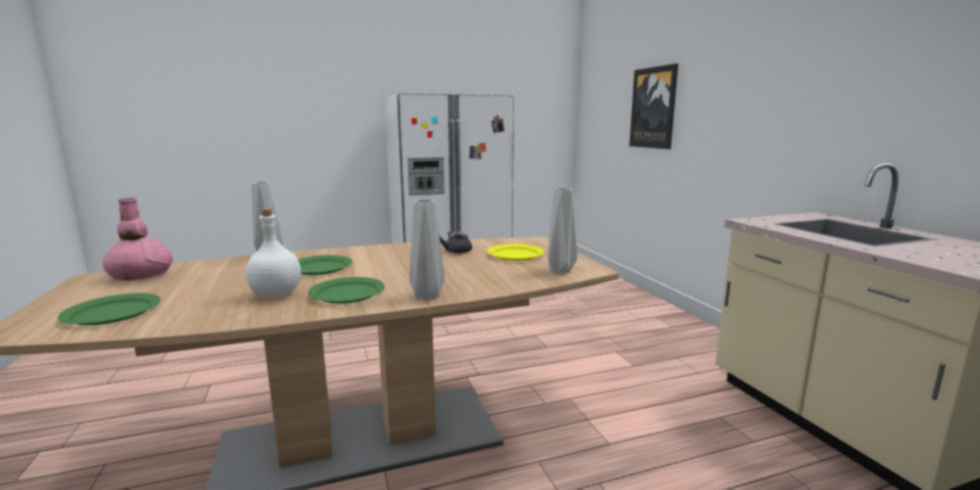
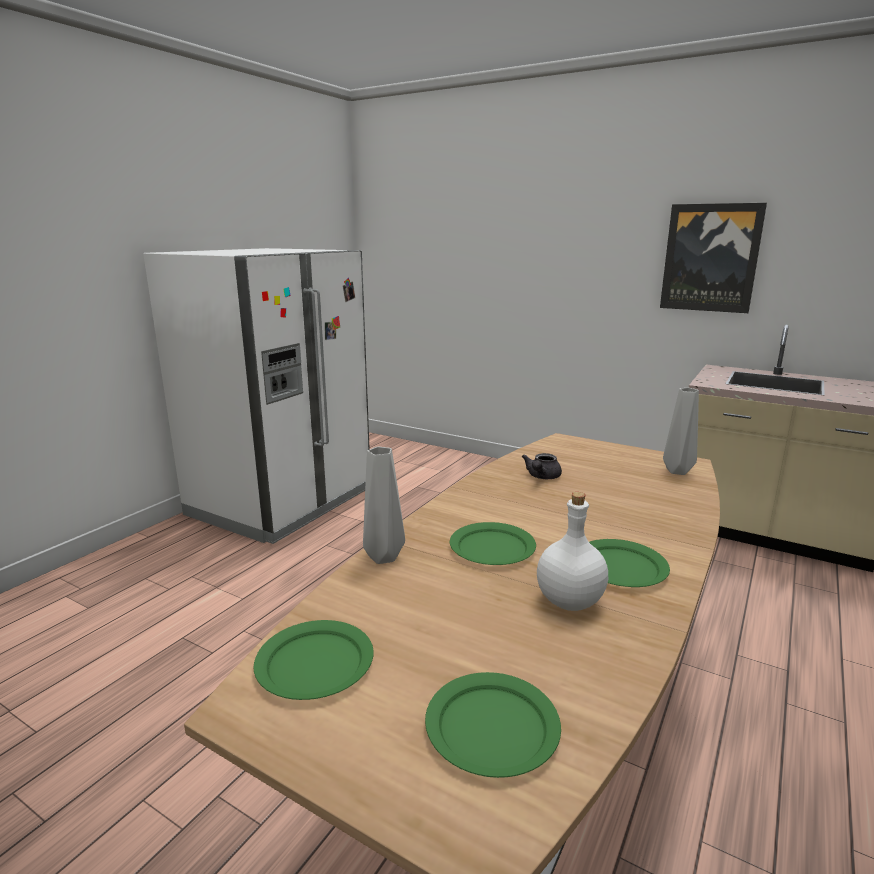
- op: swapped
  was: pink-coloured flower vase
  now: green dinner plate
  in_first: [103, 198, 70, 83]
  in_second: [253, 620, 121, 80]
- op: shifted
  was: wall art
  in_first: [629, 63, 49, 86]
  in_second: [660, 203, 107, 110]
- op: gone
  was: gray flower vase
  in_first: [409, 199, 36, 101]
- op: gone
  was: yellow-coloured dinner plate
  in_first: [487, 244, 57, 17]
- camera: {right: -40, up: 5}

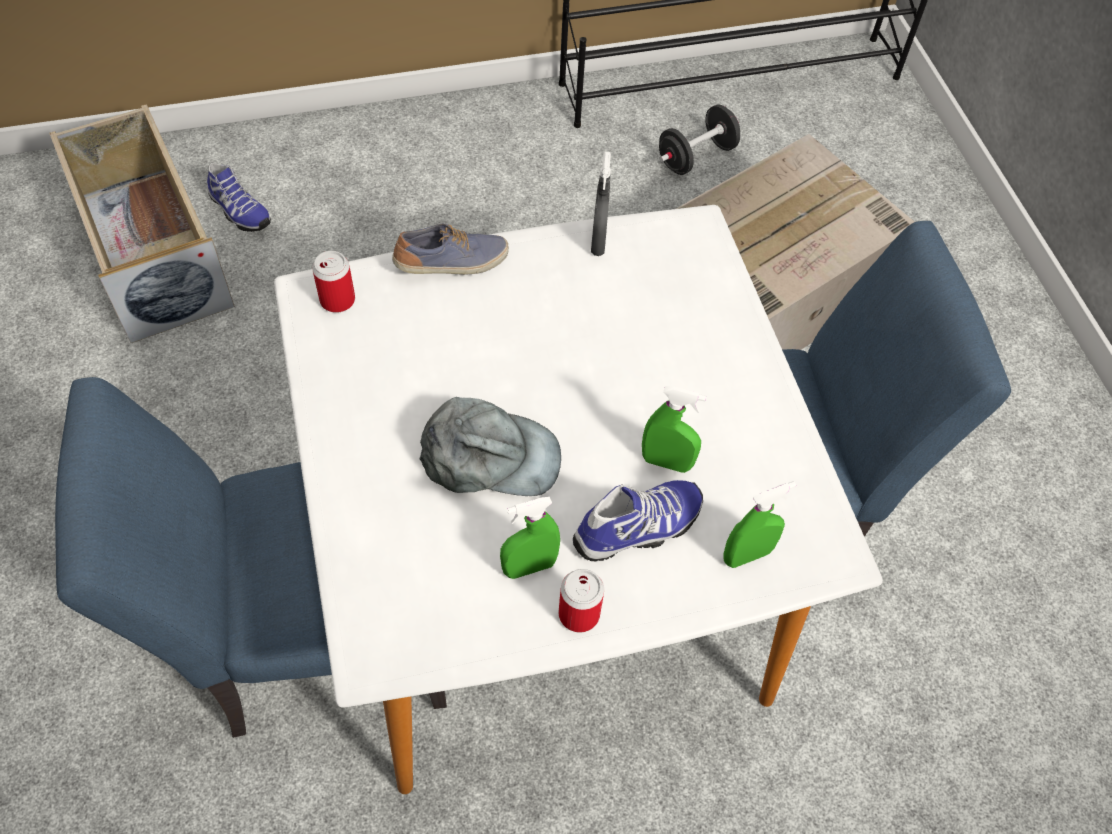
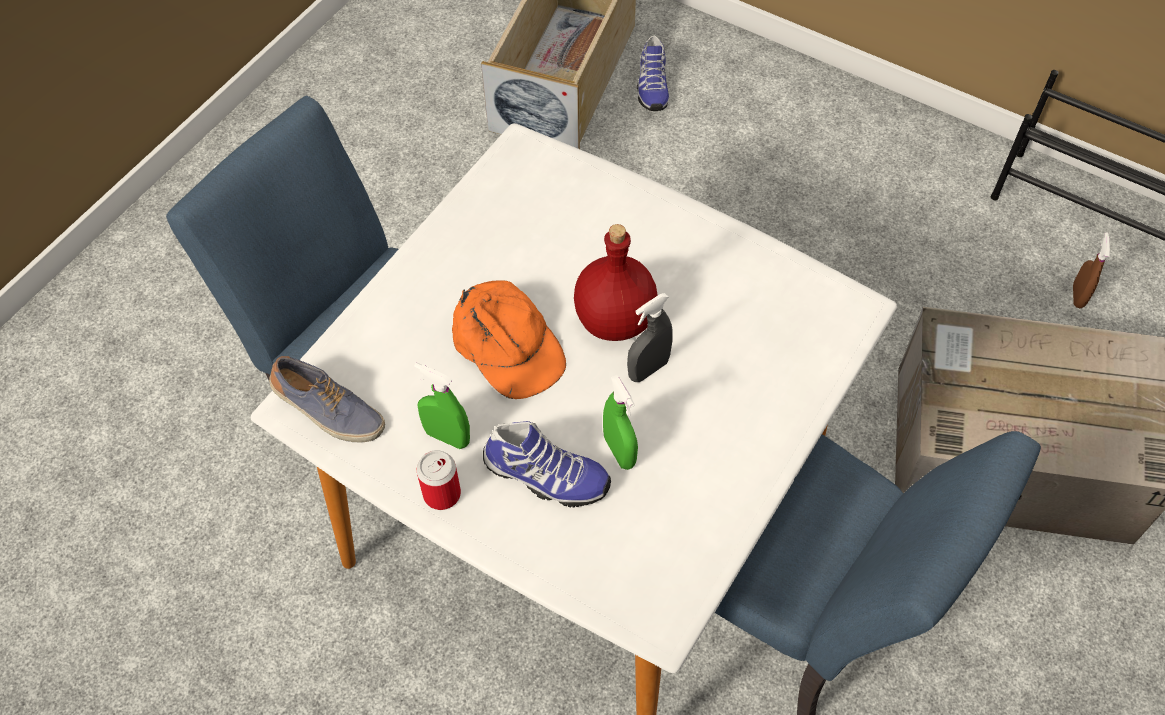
- op: shifted
  was: shoe
  in_first: [392, 224, 117, 51]
  in_second: [269, 356, 116, 87]
- op: repainted
  was: gray peaked cap
  now: orangey peaked cap
  in_first: [420, 397, 141, 99]
  in_second: [452, 280, 114, 119]
- op: new
  now: red-coloured bottle
  in_second: [574, 224, 84, 117]
- op: shifted
  was: gray hand sprayer
  in_first: [591, 151, 20, 105]
  in_second: [627, 293, 46, 89]
- op: swapped
  was: black-coloured hand weight
  now: brown hand sprayer
  in_first: [659, 104, 81, 71]
  in_second: [1073, 232, 37, 76]
- op: gone
  was: can
  in_first: [312, 251, 43, 62]
- op: gone
  was: green hand sprayer
  in_first: [723, 481, 73, 87]
- camera: {right: 50, up: 0}

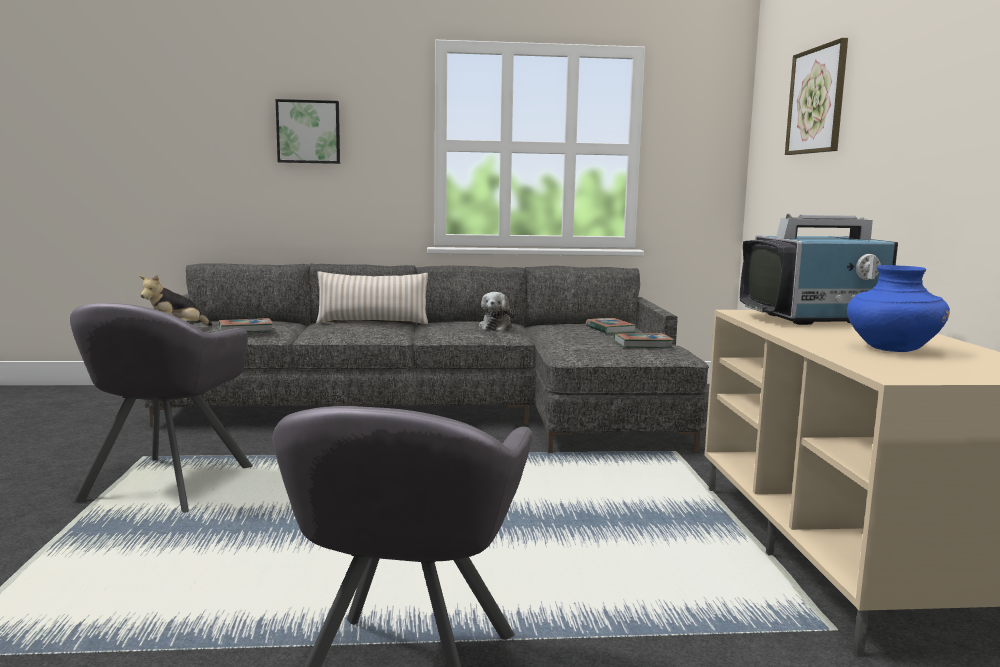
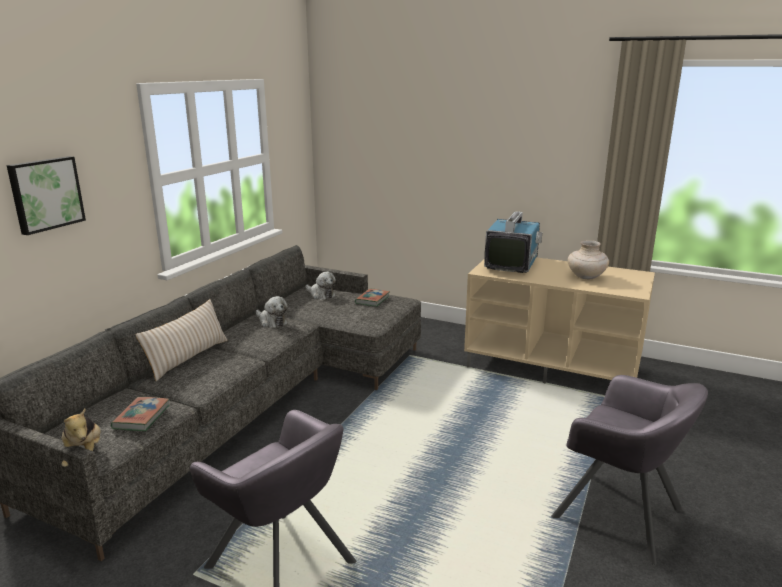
- op: swapped
  was: volume
  now: plush toy
  in_first: [586, 318, 51, 16]
  in_second: [306, 272, 30, 28]
- op: repainted
  was: blue flower vase
  now: beige flower vase
  in_first: [847, 265, 103, 87]
  in_second: [568, 240, 41, 39]
- op: gone
  was: wall art
  in_first: [785, 38, 63, 117]
- camera: {right: -60, up: 10}

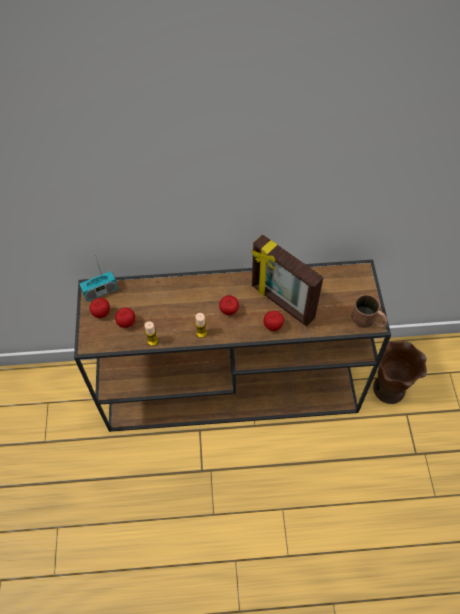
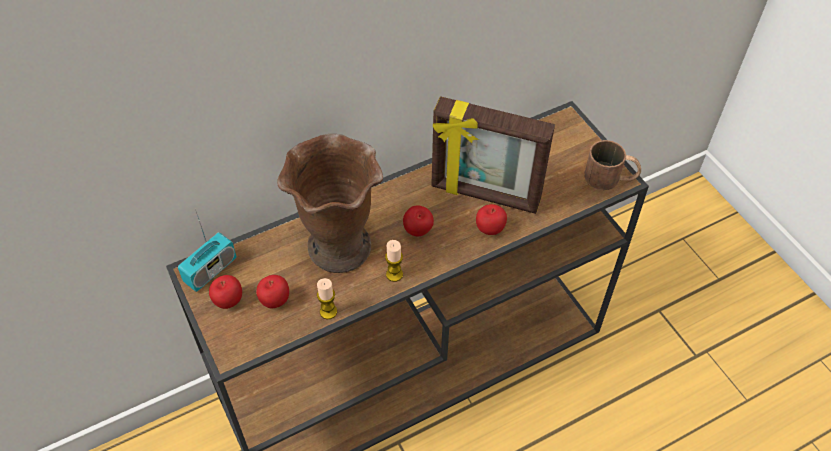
- op: shifted
  was: brown flower vase
  in_first: [373, 341, 54, 63]
  in_second: [277, 134, 106, 139]
- camera: {right: -25, up: -5}

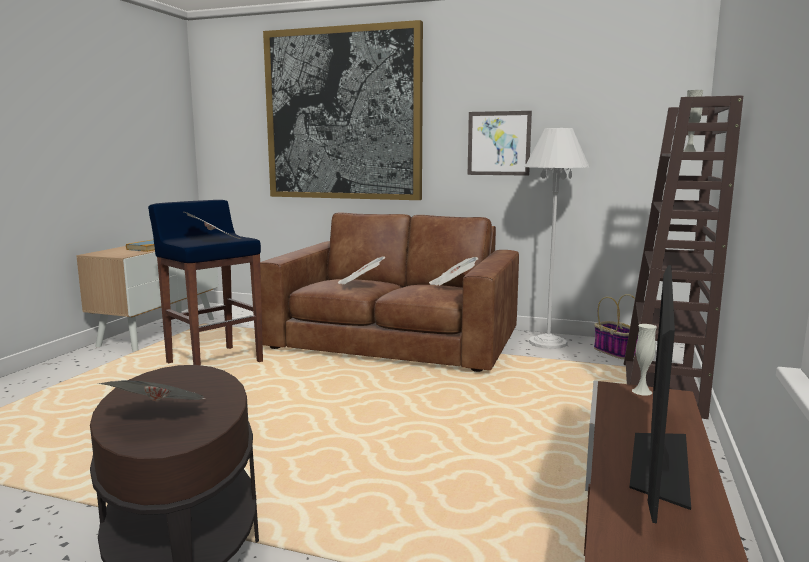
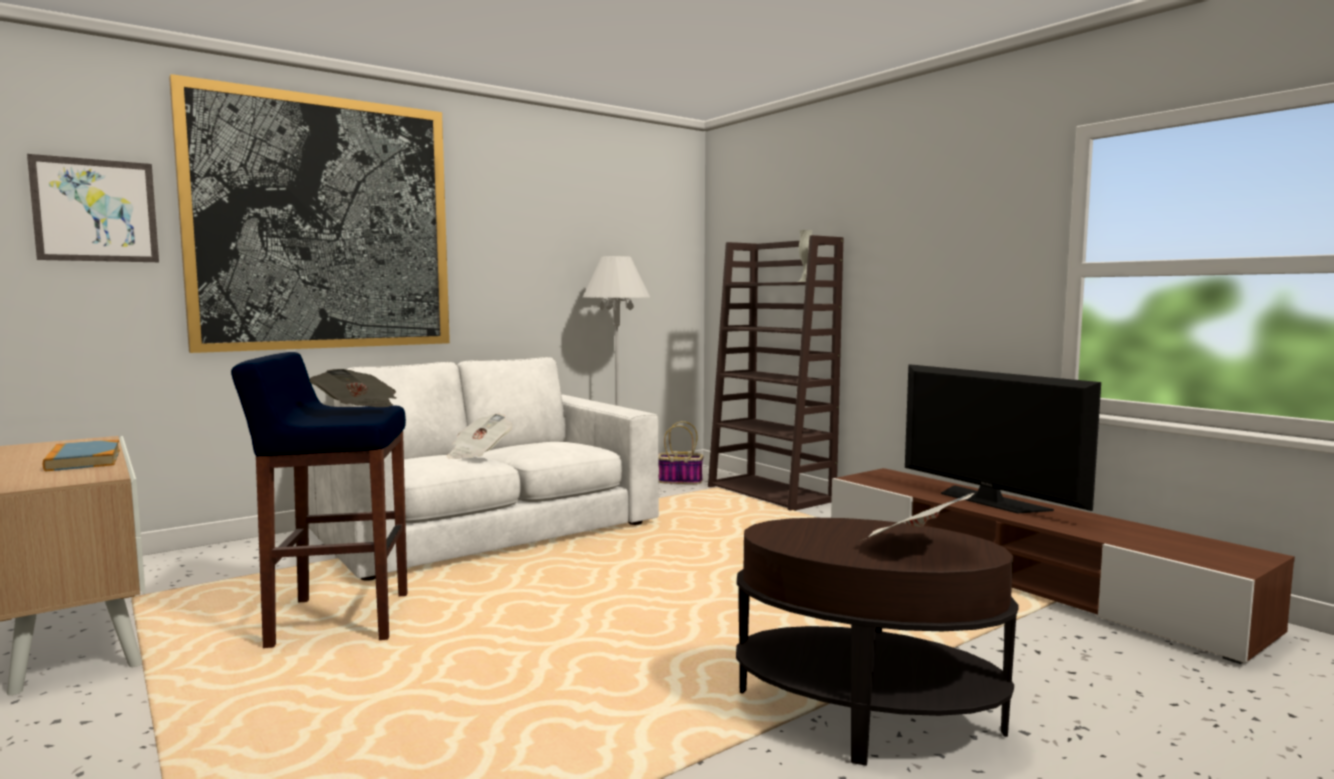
- op: shifted
  was: wall art
  in_first: [468, 111, 64, 65]
  in_second: [27, 154, 132, 108]
- op: repainted
  was: brown sofa
  now: whitish sofa
  in_first: [260, 212, 259, 160]
  in_second: [308, 357, 351, 224]
- op: gone
  was: daily paper
  in_first: [429, 257, 49, 29]
- op: gone
  was: whitish flower vase
  in_first: [632, 324, 25, 71]
- camera: {right: -55, up: -5}

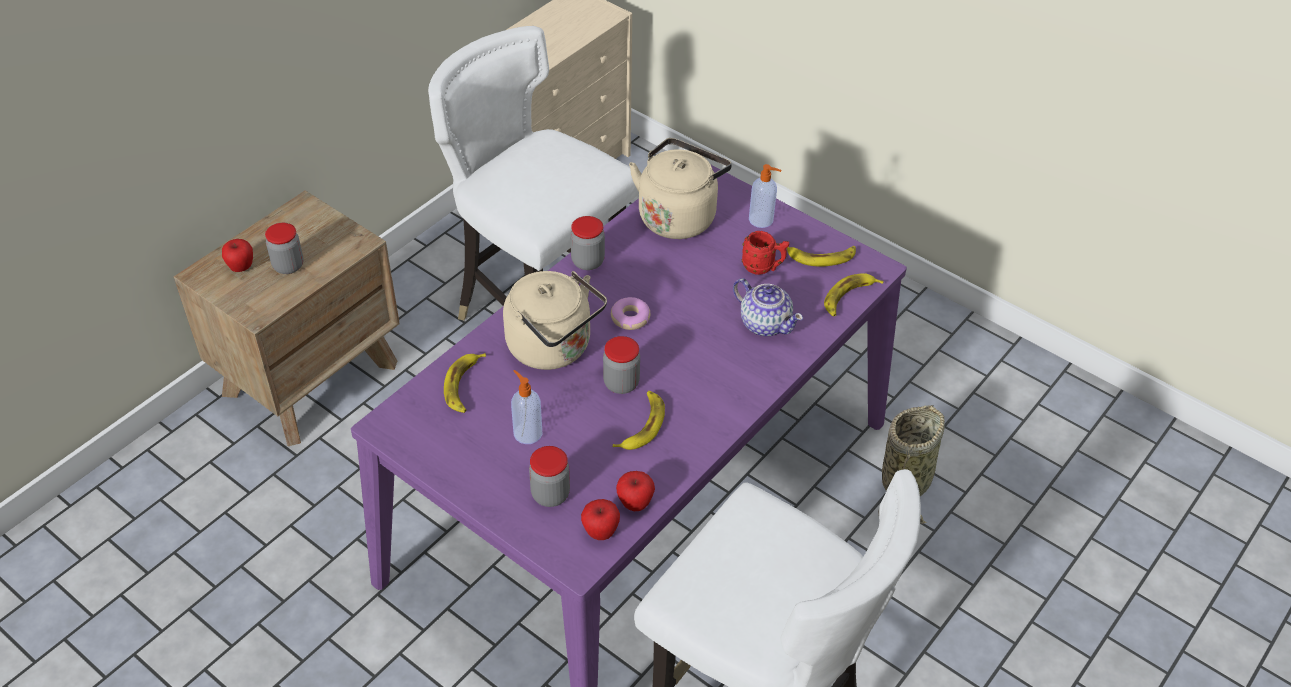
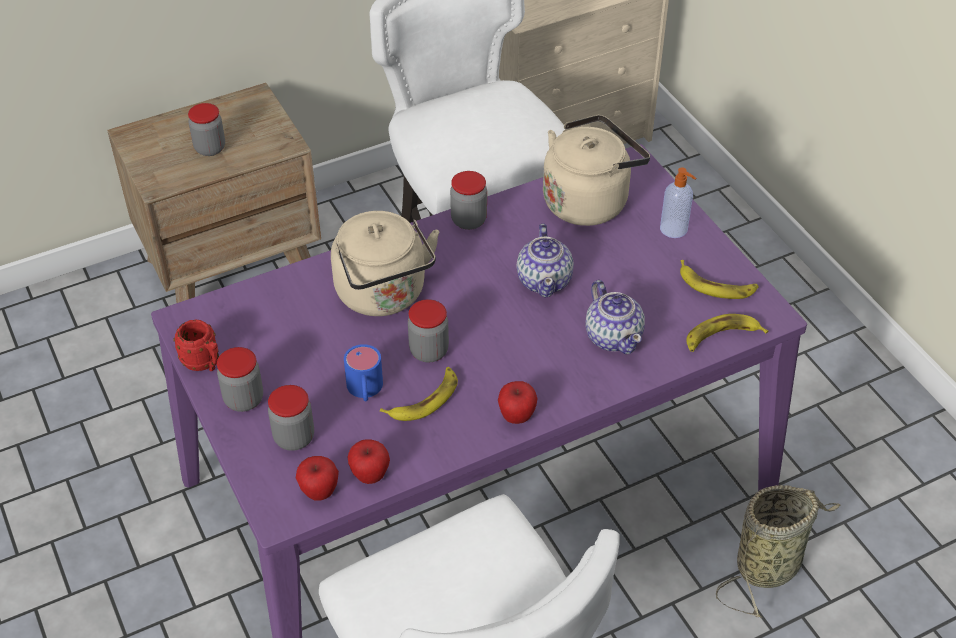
- op: shifted
  was: red-coloured coffee mug
  in_first: [742, 231, 47, 44]
  in_second: [173, 320, 46, 51]
- op: new
  now: jar
  in_second: [217, 347, 46, 65]
- op: new
  now: blue coffee mug
  in_second: [344, 344, 39, 57]
- op: shifted
  was: whole apple
  in_first: [222, 239, 31, 33]
  in_second: [498, 381, 40, 43]
- op: new
  now: teapot
  in_second: [517, 223, 57, 75]
- op: gone
  was: banana fruit
  in_first: [444, 353, 42, 60]
- op: gone
  was: liquid soap bottle
  in_first: [511, 370, 31, 74]
- op: gone
  was: doughnut
  in_first: [611, 297, 39, 33]
- camera: {right: 25, up: 0}

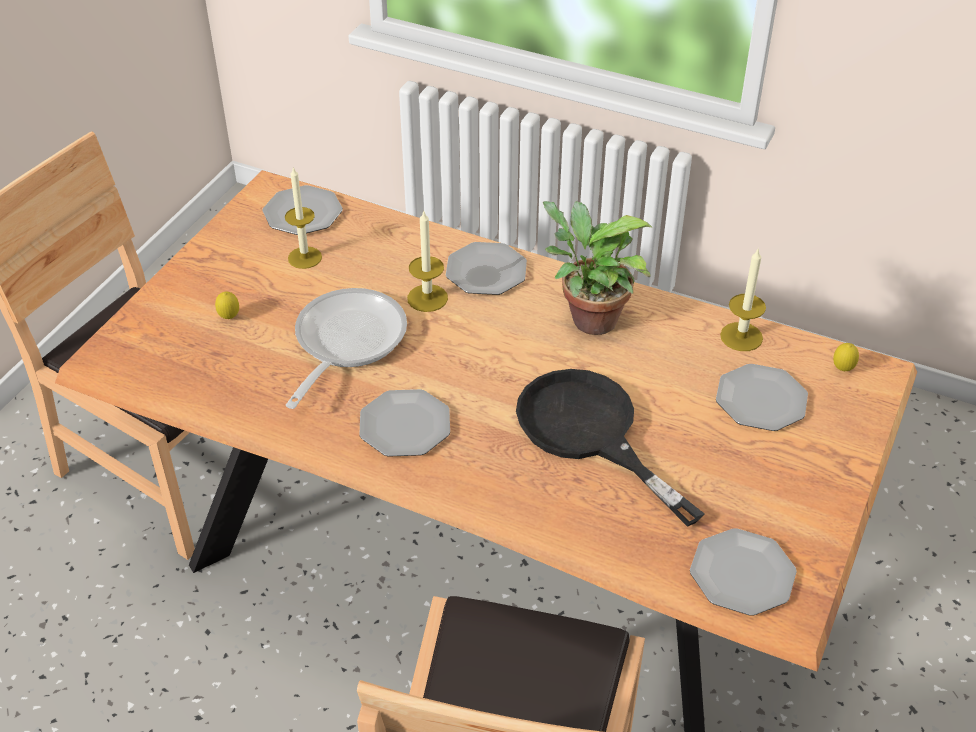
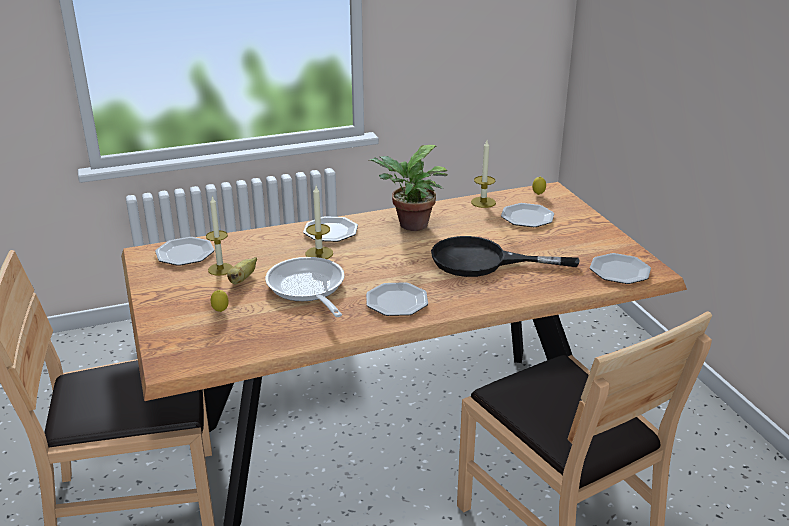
- op: new
  now: banana fruit
  in_second: [227, 257, 30, 27]
- camera: {right: -45, up: -15}

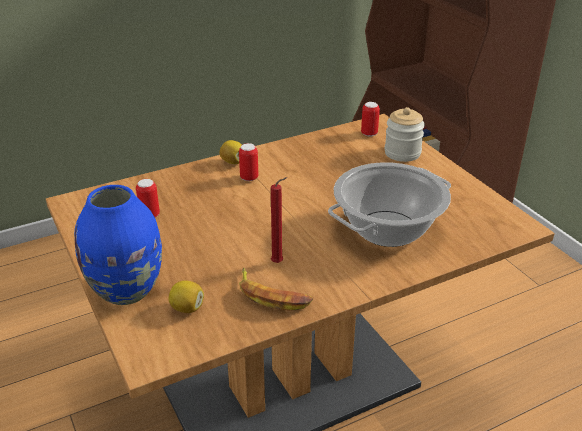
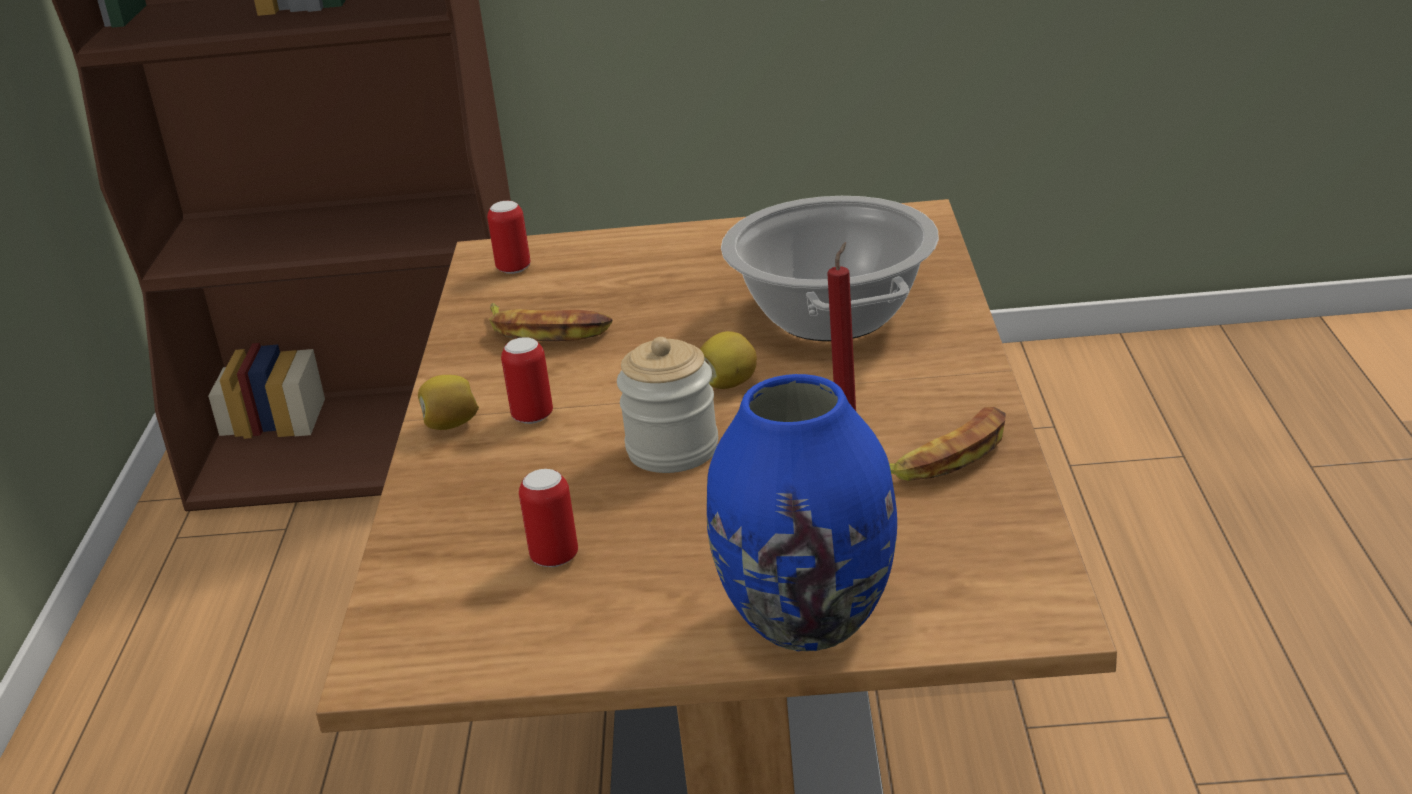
- op: new
  now: banana fruit
  in_second: [489, 303, 124, 38]
- op: shifted
  was: jar
  in_first: [384, 107, 41, 55]
  in_second: [617, 337, 101, 136]
- op: shifted
  was: citrus fruit
  in_first: [168, 280, 36, 33]
  in_second: [700, 331, 57, 58]
- camera: {right: -60, up: -5}

